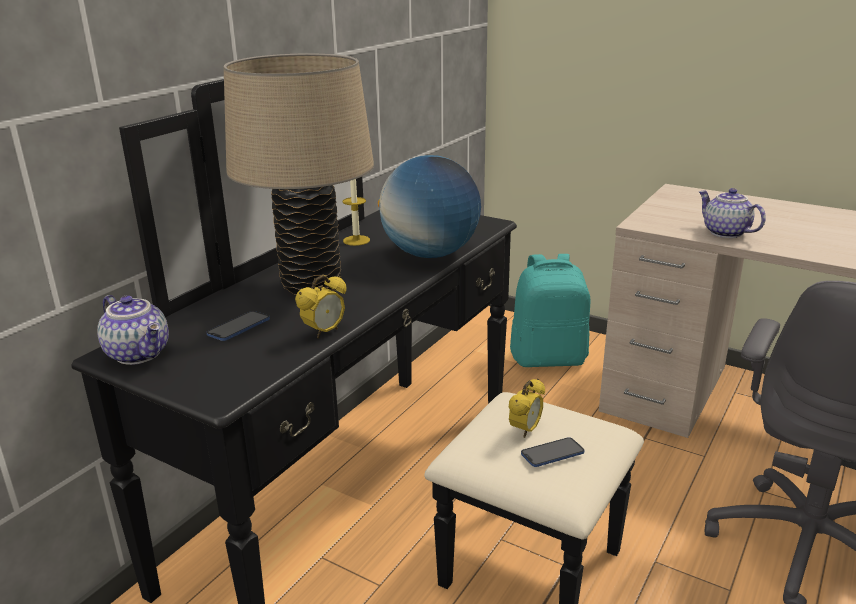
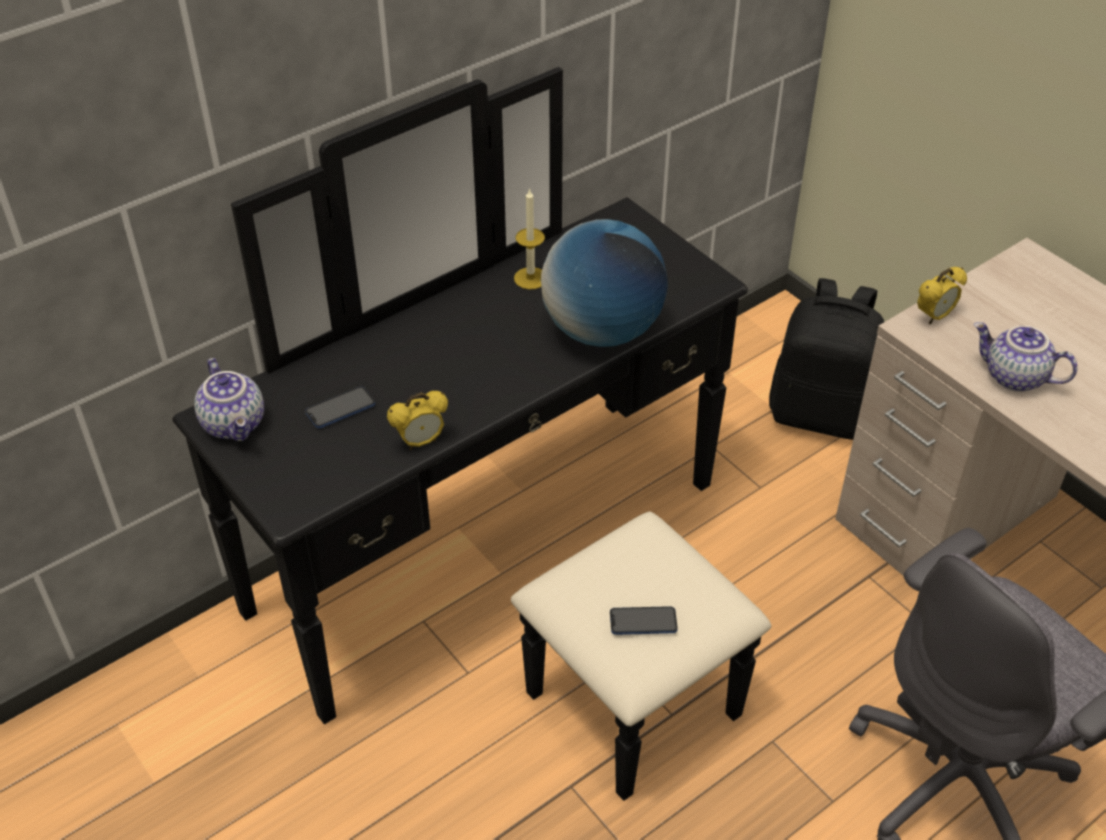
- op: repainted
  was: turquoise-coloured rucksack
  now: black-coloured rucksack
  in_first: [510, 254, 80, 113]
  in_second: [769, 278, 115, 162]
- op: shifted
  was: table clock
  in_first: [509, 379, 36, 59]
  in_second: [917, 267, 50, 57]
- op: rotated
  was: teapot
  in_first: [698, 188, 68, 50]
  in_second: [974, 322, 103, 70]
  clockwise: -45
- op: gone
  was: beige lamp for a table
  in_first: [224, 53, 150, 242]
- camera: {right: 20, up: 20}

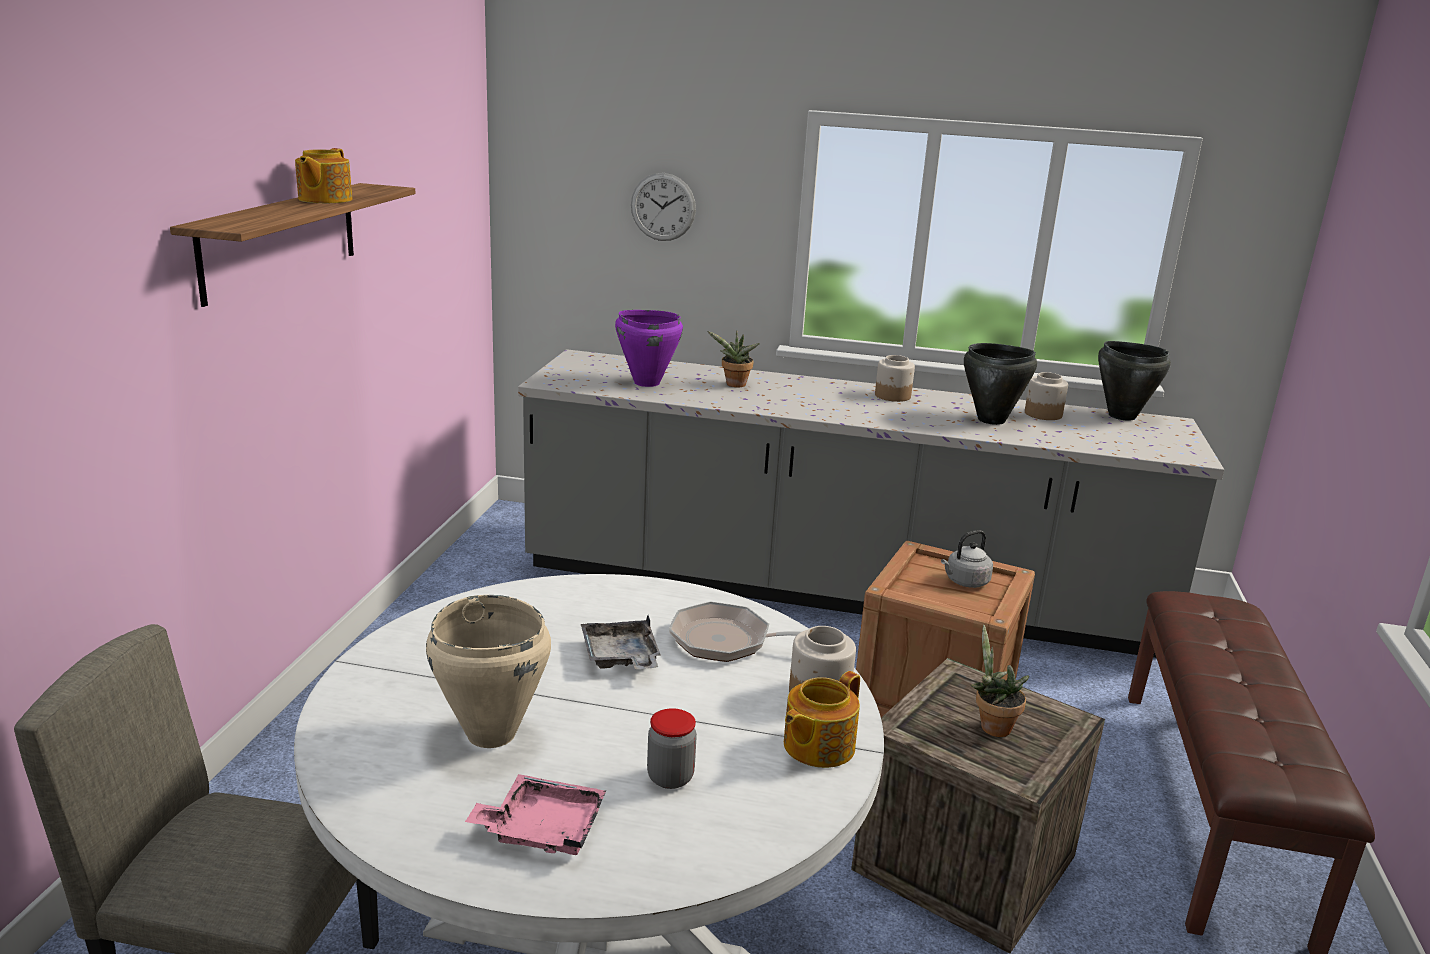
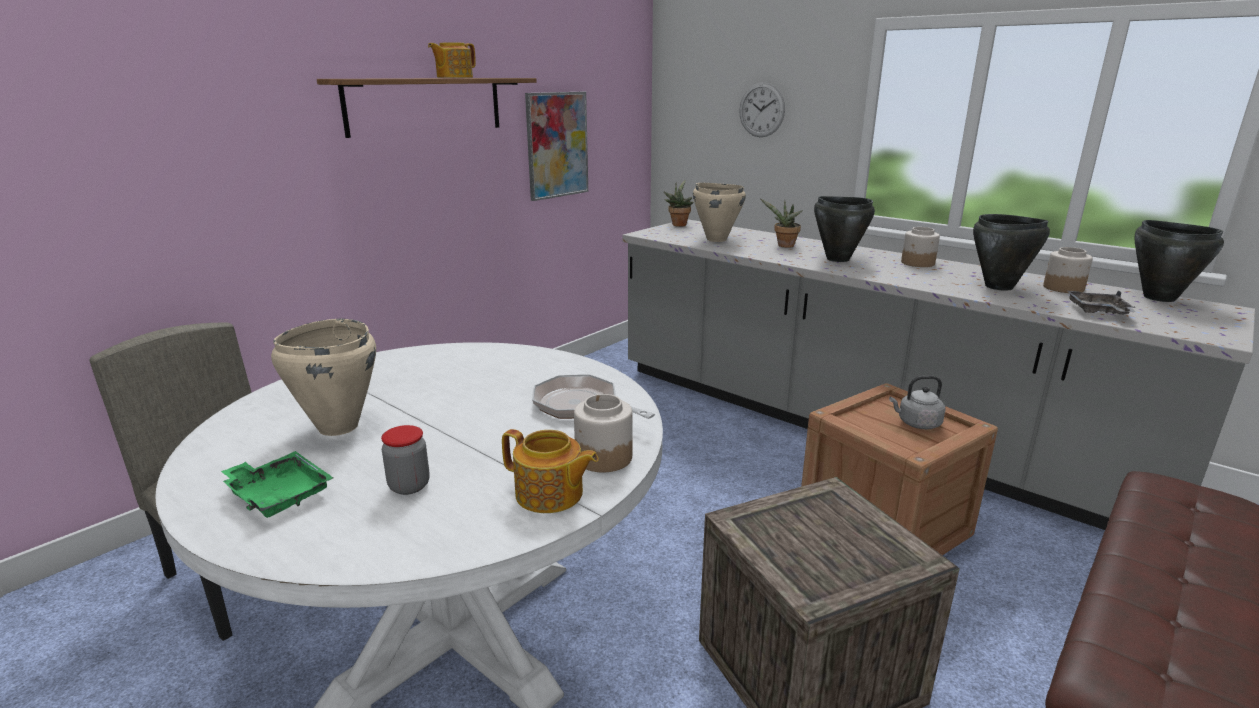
- op: repainted
  was: pink-coloured carrying tray
  now: green carrying tray
  in_first: [465, 774, 141, 81]
  in_second: [221, 451, 112, 67]
- op: rotated
  was: teapot
  in_first: [784, 671, 76, 97]
  in_second: [502, 429, 96, 84]
  clockwise: -135
- op: new
  now: wall art
  in_second: [525, 92, 63, 109]
- op: shifted
  was: potted plant
  in_first: [971, 625, 58, 112]
  in_second: [663, 180, 31, 47]
- op: repainted
  was: purple saucepot
  now: beige saucepot
  in_first: [615, 310, 68, 77]
  in_second: [693, 183, 53, 59]
- op: new
  now: black-coloured saucepot
  in_second: [814, 196, 61, 66]
- op: shifted
  was: gray carrying tray
  in_first: [581, 615, 80, 54]
  in_second: [1067, 290, 69, 25]
- camera: {right: 30, up: 0}

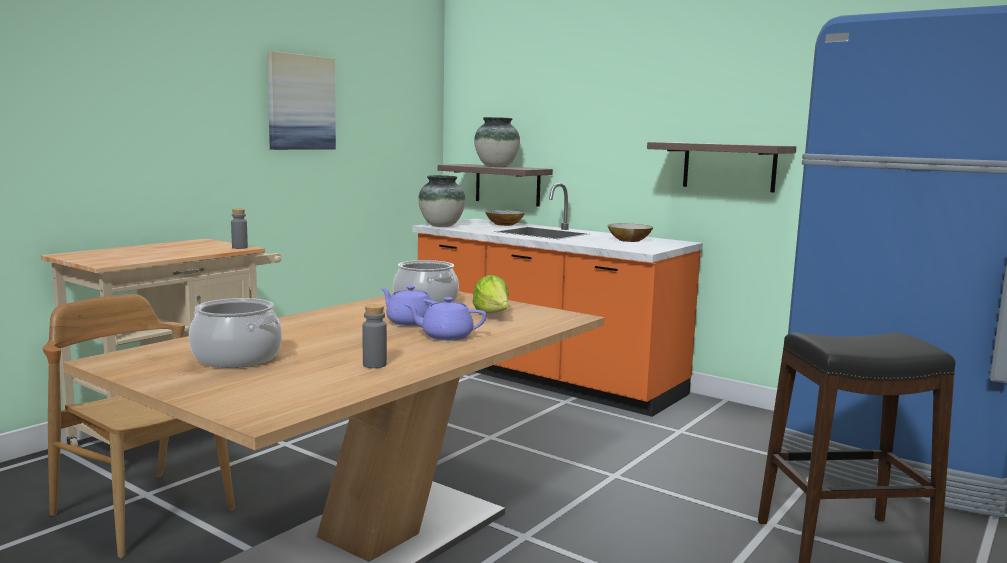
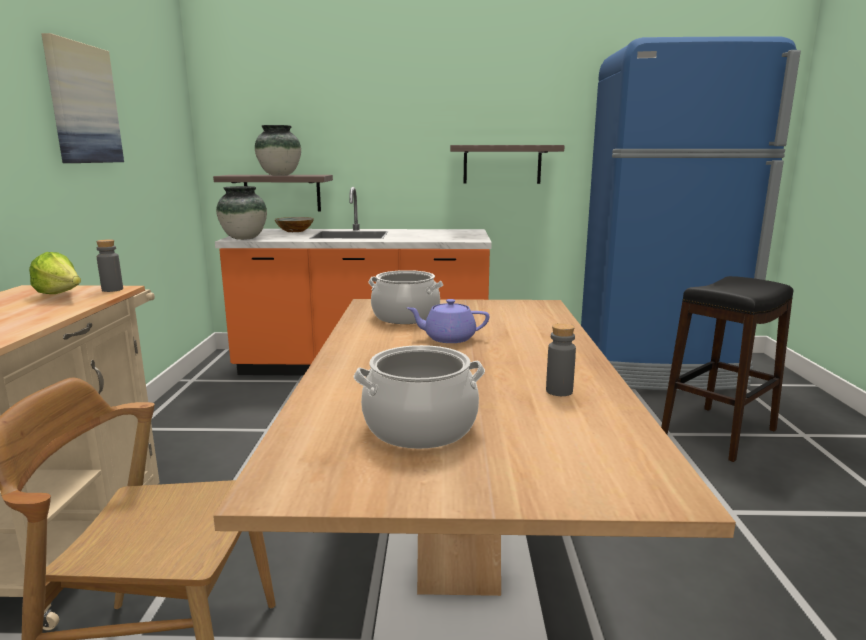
- op: shifted
  was: lettuce
  in_first: [473, 275, 36, 39]
  in_second: [29, 252, 52, 42]
- op: gone
  was: purple teapot
  in_first: [404, 297, 83, 44]
- op: gone
  was: bowl
  in_first: [607, 224, 46, 18]
- camera: {right: -35, up: 5}

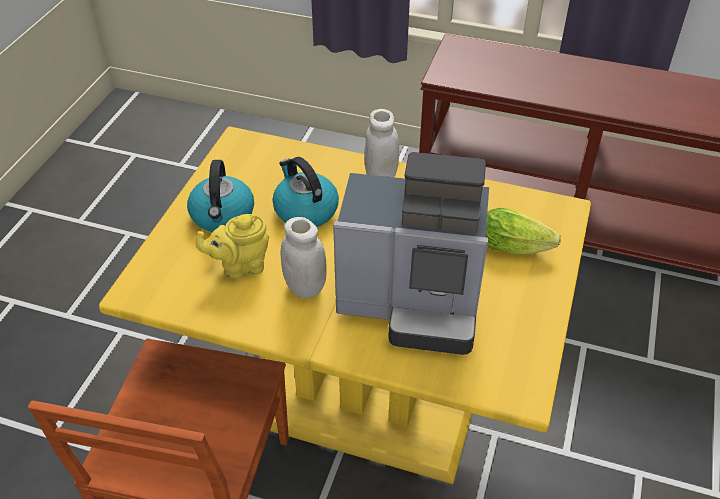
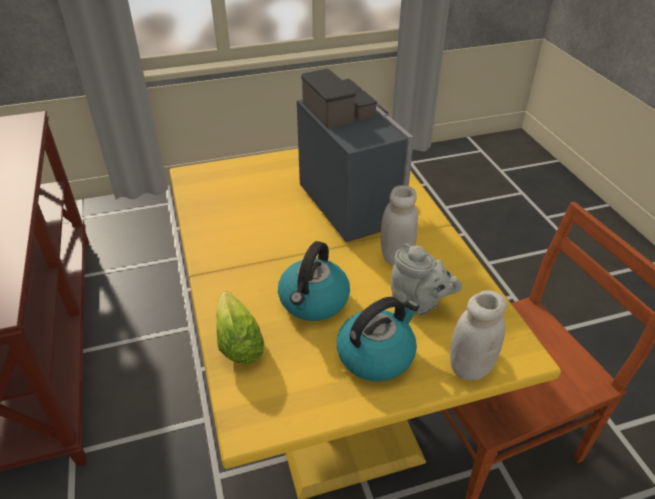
- op: shifted
  was: lettuce
  in_first: [486, 208, 75, 46]
  in_second: [216, 292, 48, 73]
- op: repainted
  was: yellow-coloured teapot
  now: gray teapot
  in_first: [196, 214, 73, 65]
  in_second: [391, 243, 71, 72]
- op: shifted
  was: whitish jar
  in_first: [365, 109, 34, 68]
  in_second: [450, 290, 56, 90]
- camera: {right: -125, up: -5}

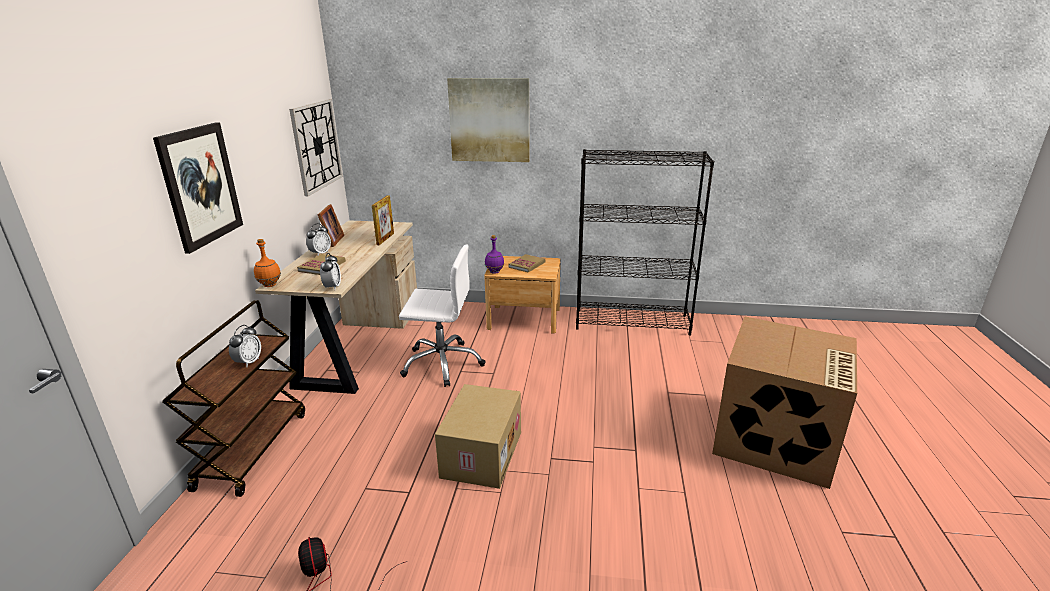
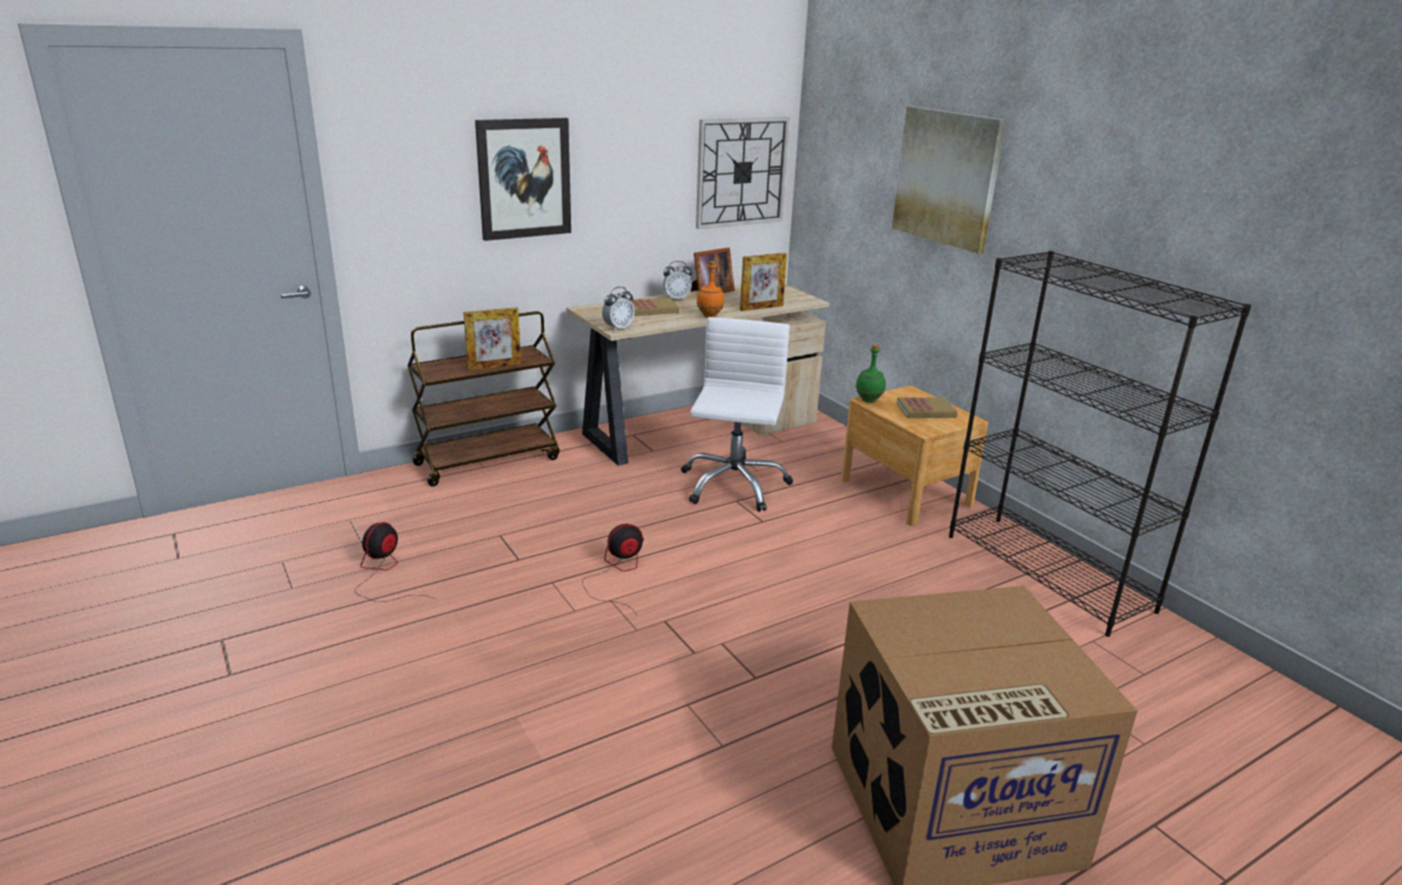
- op: swapped
  was: table clock
  now: photo frame
  in_first: [229, 325, 32, 42]
  in_second: [463, 307, 58, 63]
- op: swapped
  was: packing box
  now: cooling fan
  in_first: [435, 384, 86, 105]
  in_second: [582, 524, 62, 91]
- op: rotated
  was: whitish computer chair
  in_first: [399, 244, 87, 143]
  in_second: [681, 317, 112, 195]
  clockwise: -135
- op: shifted
  was: orangey bottle
  in_first: [254, 239, 27, 48]
  in_second: [697, 261, 27, 56]
- op: repainted
  was: purple bottle
  now: green bottle
  in_first: [485, 235, 19, 39]
  in_second: [856, 345, 30, 58]
- camera: {right: 50, up: 0}

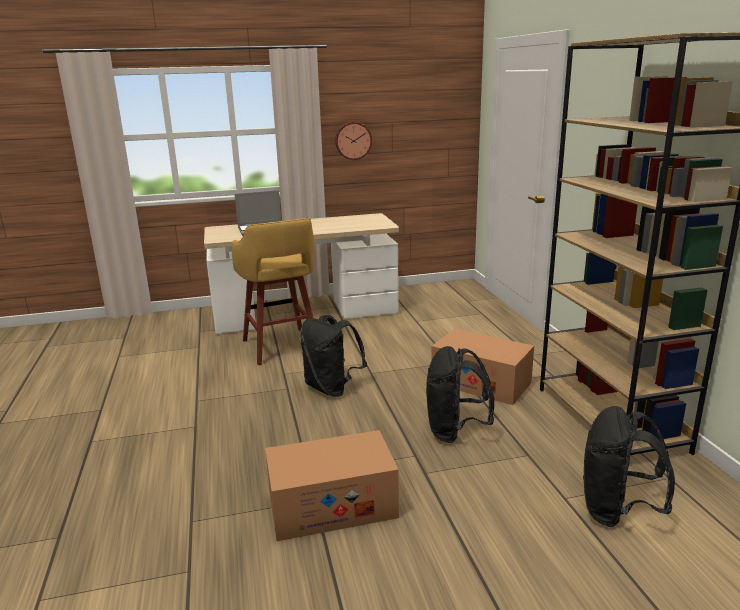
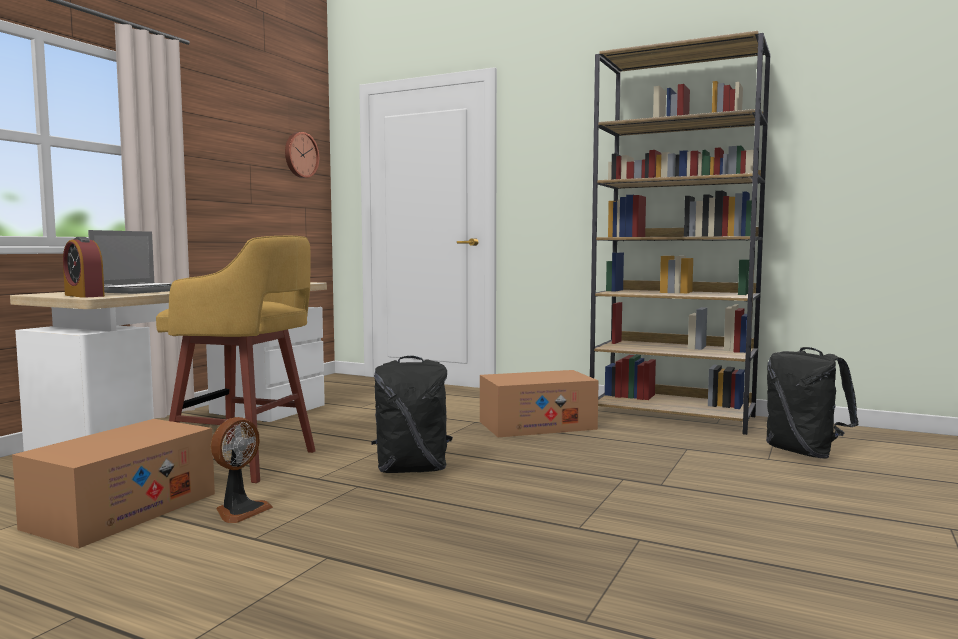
- op: shifted
  was: packing box
  in_first: [265, 430, 134, 111]
  in_second: [12, 419, 203, 130]
- op: new
  now: table clock
  in_second: [63, 237, 42, 61]
- op: new
  now: cooling fan
  in_second: [211, 417, 62, 106]
- op: shifted
  was: clock on the wall
  in_first: [335, 122, 37, 38]
  in_second: [285, 132, 34, 46]
- op: gone
  was: black-coloured rucksack
  in_first: [426, 346, 68, 97]
- camera: {right: -50, up: -15}

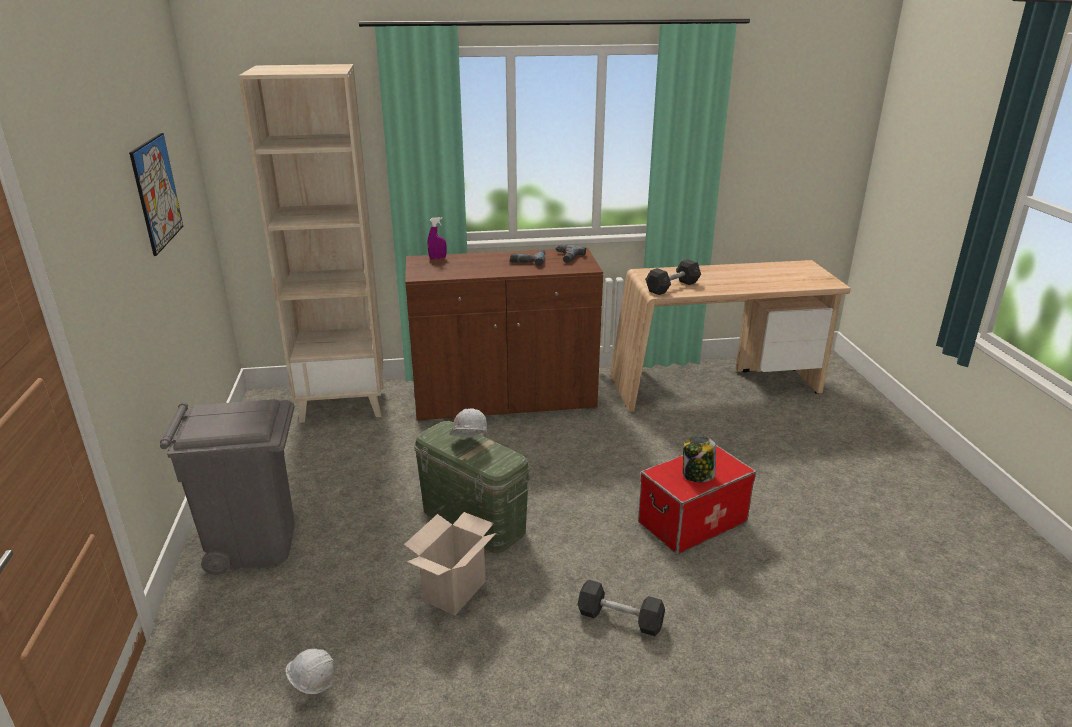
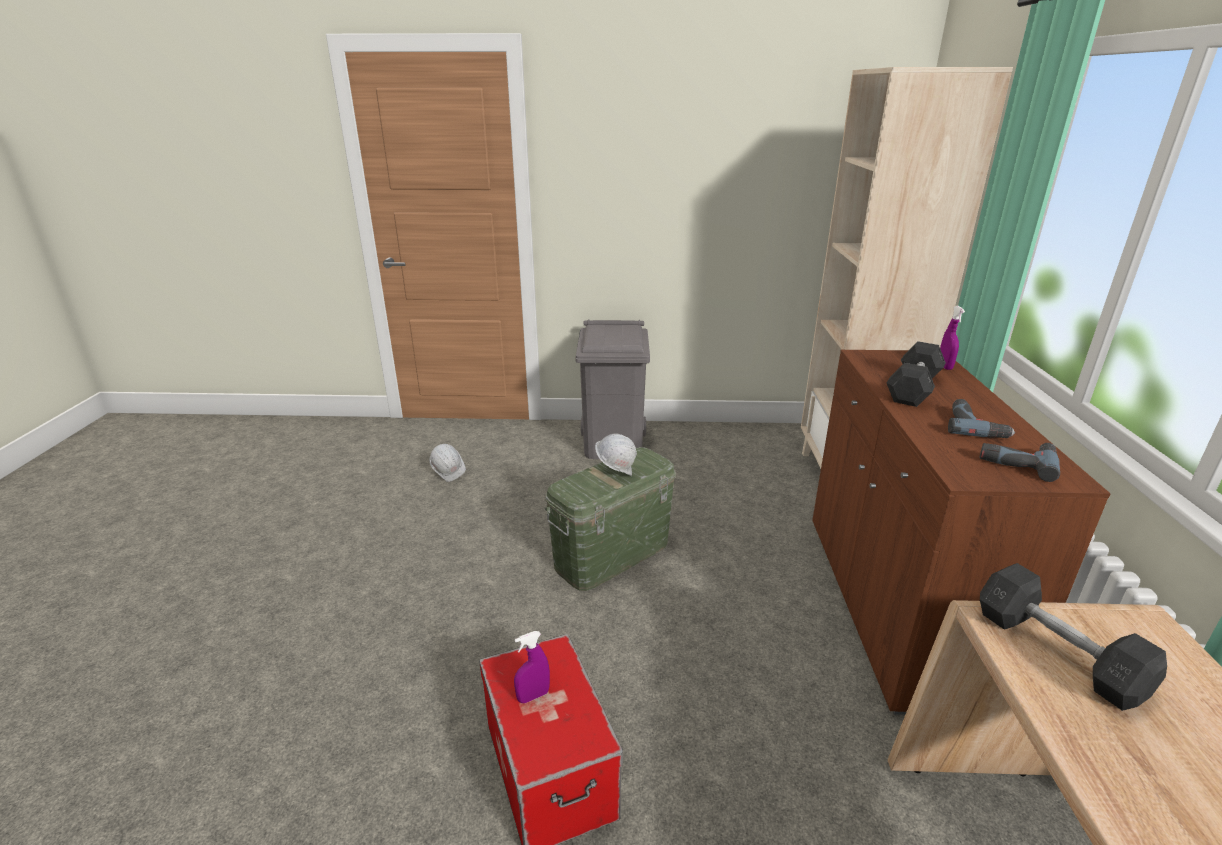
- op: swapped
  was: jar
  now: purple hand sprayer
  in_first: [683, 435, 33, 47]
  in_second: [514, 631, 36, 72]
- op: shifted
  was: gray hand weight
  in_first: [578, 580, 87, 56]
  in_second: [887, 341, 59, 66]
- op: gone
  was: wall art
  in_first: [129, 133, 54, 123]
- op: gone
  was: packing box
  in_first: [404, 512, 93, 104]
- camera: {right: 100, up: 0}

